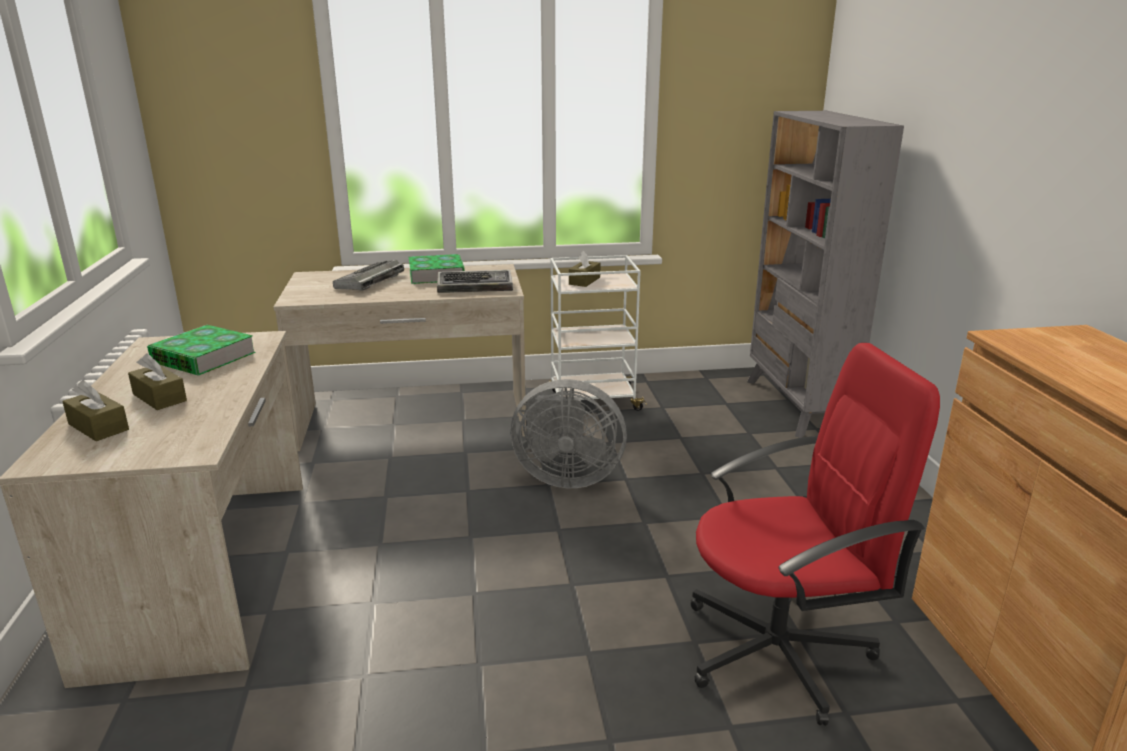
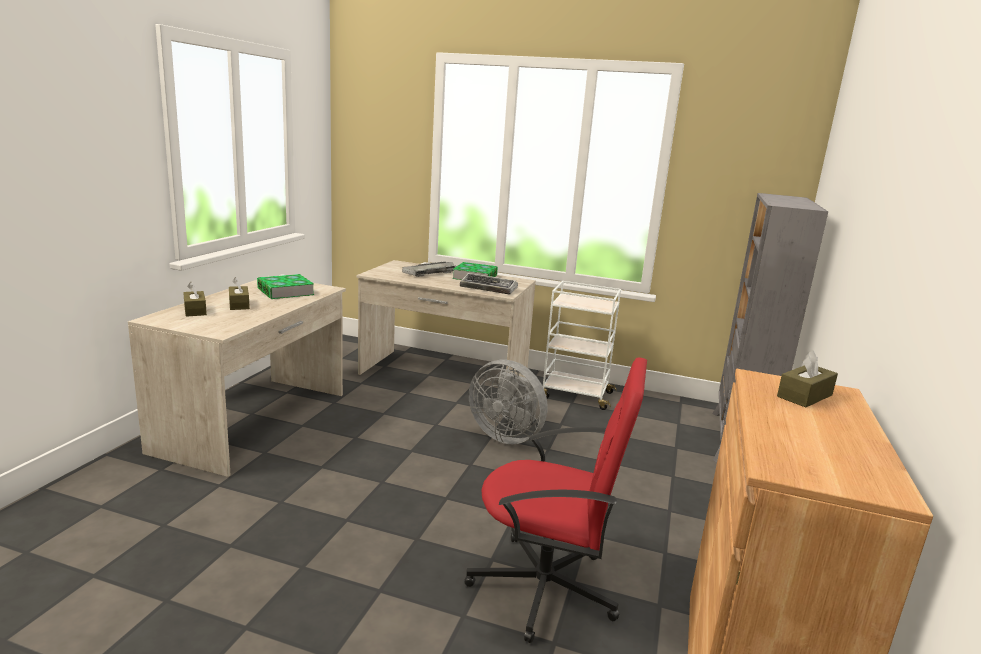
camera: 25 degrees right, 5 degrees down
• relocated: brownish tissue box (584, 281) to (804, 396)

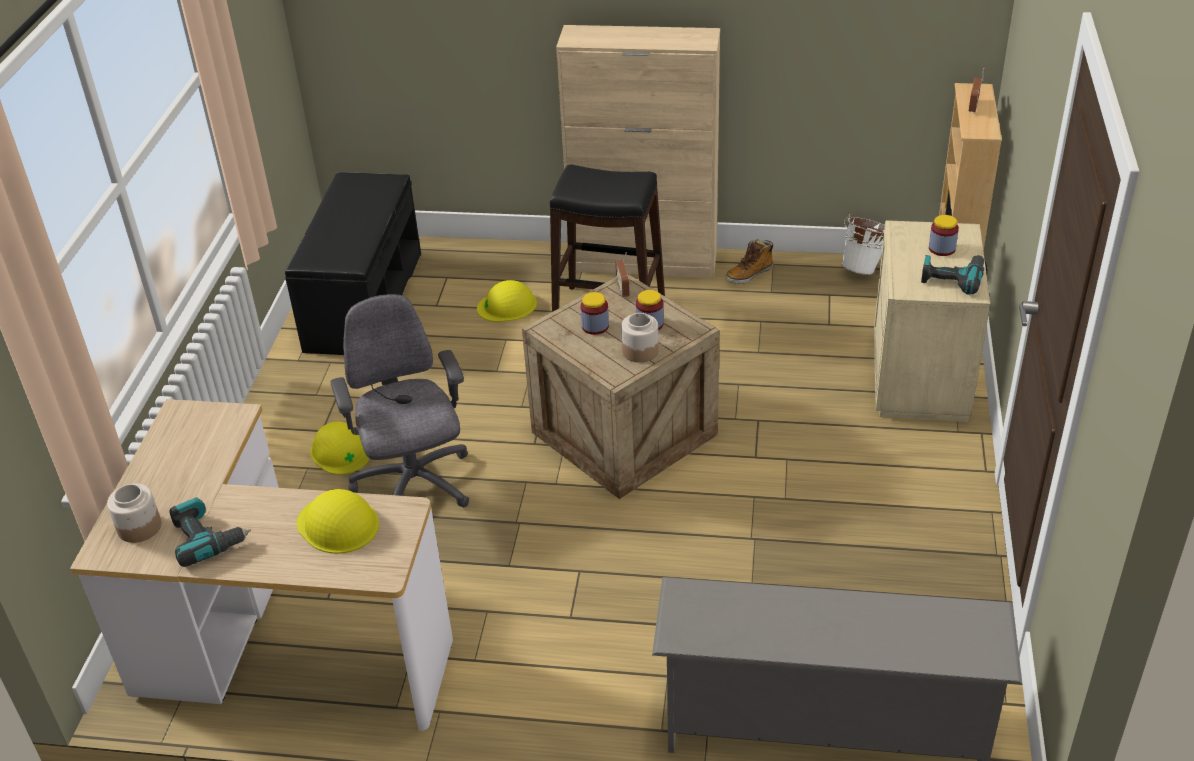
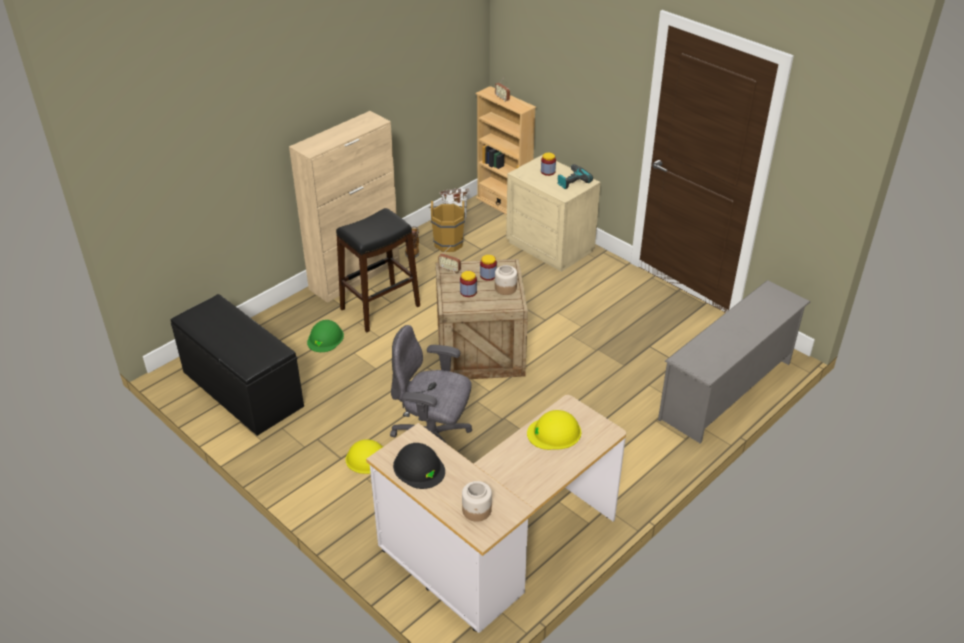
camera: 55 degrees left, 0 degrees up
• colour: yellow work helmet (507, 306) to green work helmet (325, 338)
• missing: electric drill (207, 538)
• appeared: brownish water bucket (448, 242)
• appeared: blackish work helmet (419, 467)

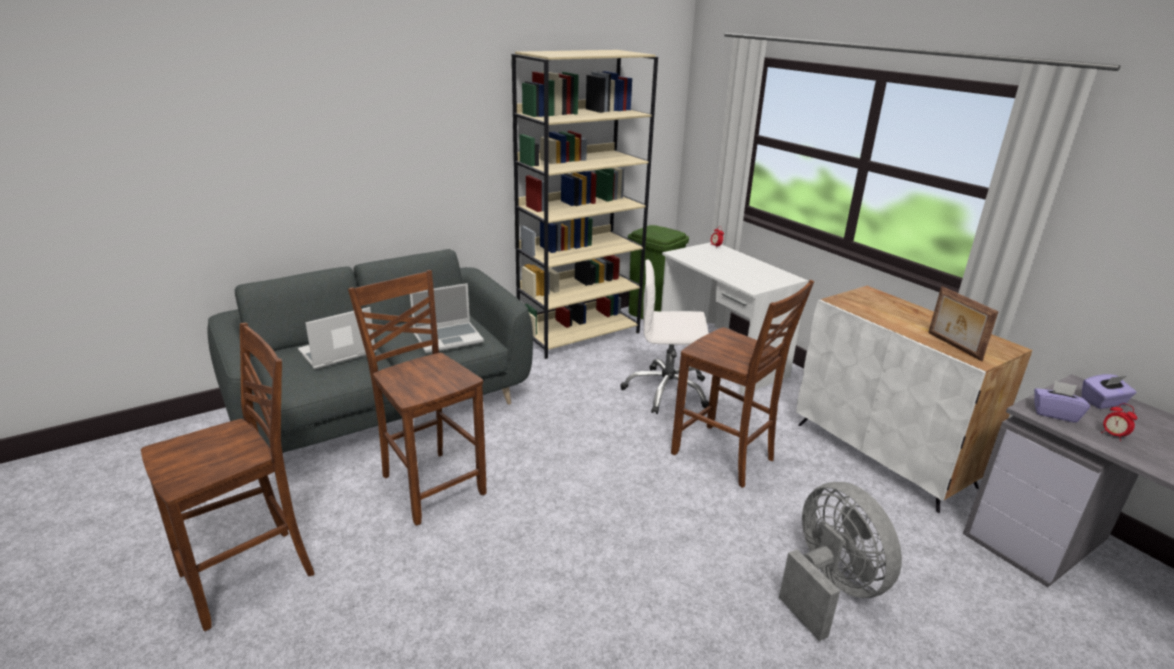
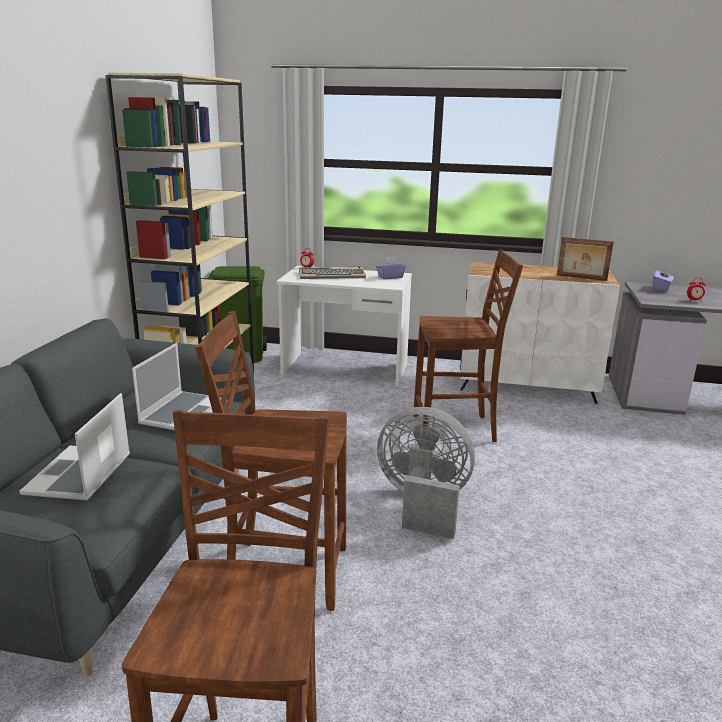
camera: 45 degrees left, 5 degrees down
• missing: whitish office chair (667, 391)
• relocated: purple tissue box (1054, 413) to (390, 277)
• relocated: grey electric fan (829, 588) to (423, 503)
• appeared: keyboard (332, 275)

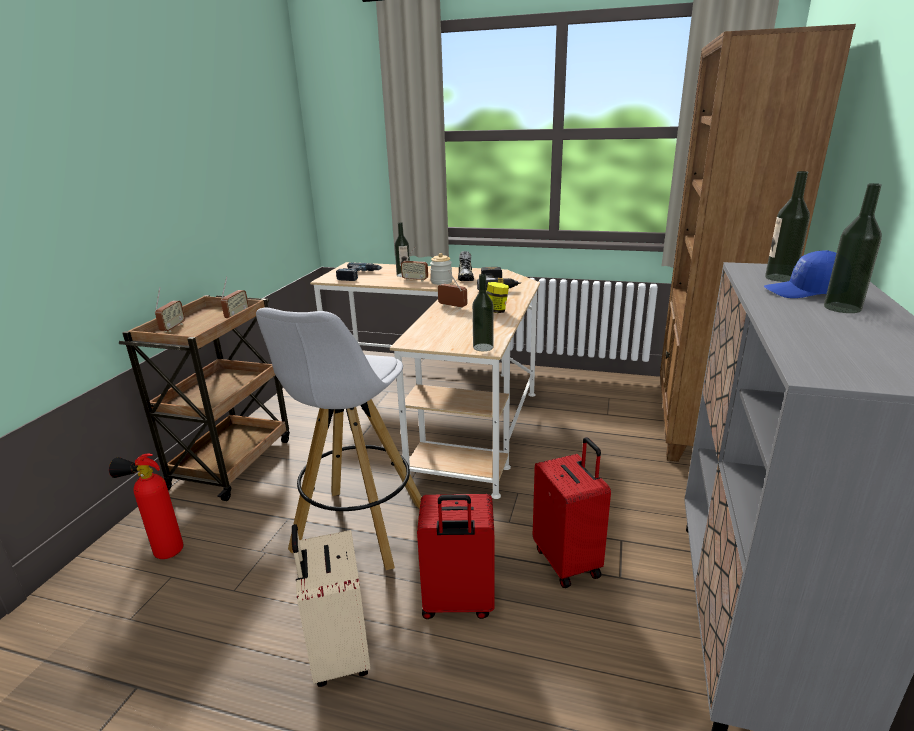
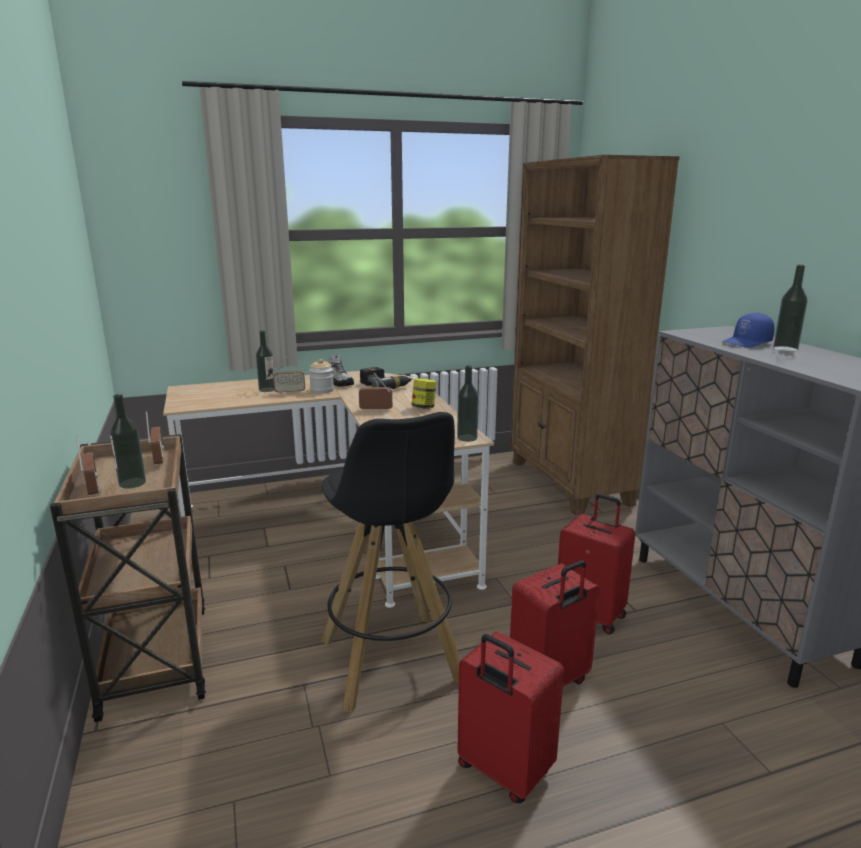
camera: 35 degrees left, 5 degrees down
• relocated: drink bottle (780, 278) to (132, 483)
• missing: electric drill (358, 275)
• colour: whitish sitting stool (359, 529) to blackish sitting stool (392, 663)
• missing: fire-fighting cylinder (163, 552)
• colour: sand-coloured travel case (338, 655) to red travel case (503, 771)

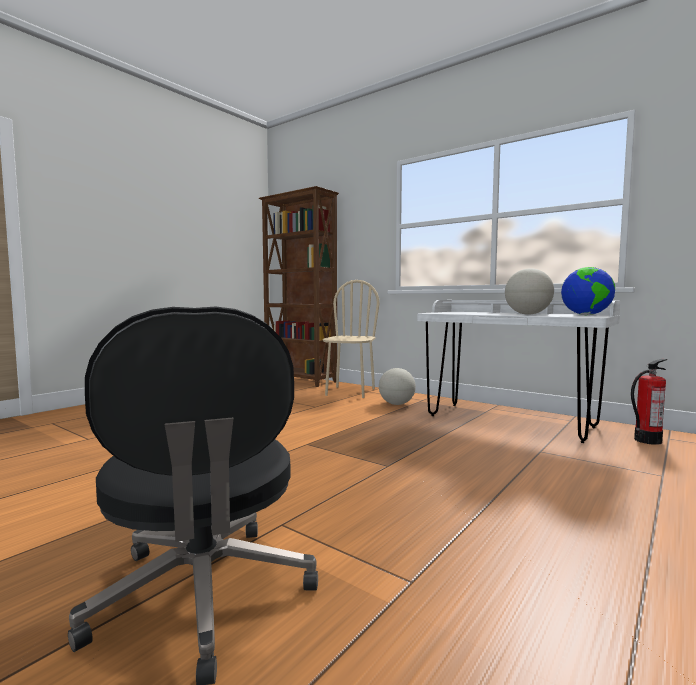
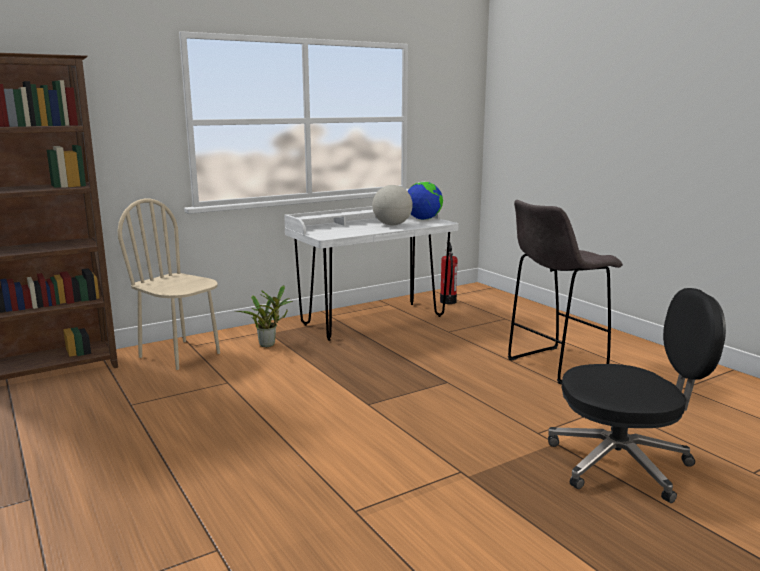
camera: 70 degrees left, 10 degrees up
• exchanged: world globe (396, 404) to houseplant (269, 344)
• appeared: grey sitting stool (554, 365)

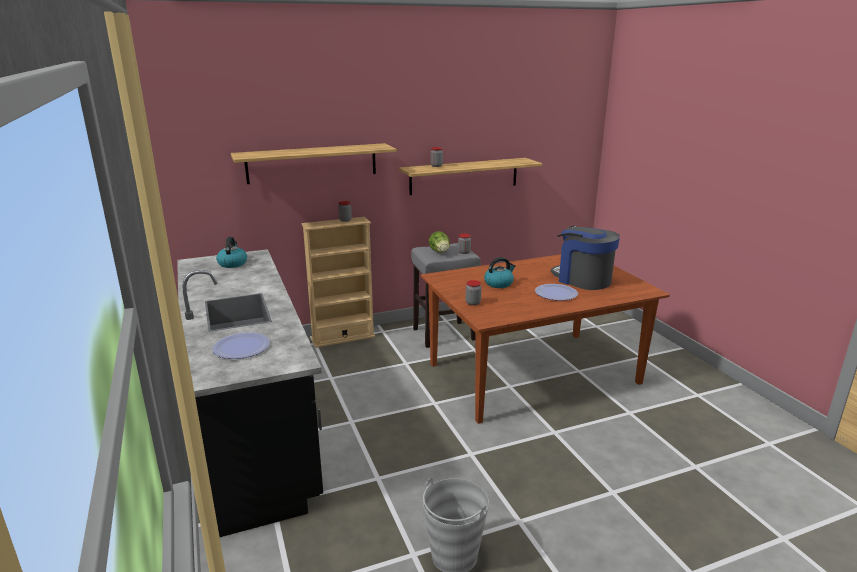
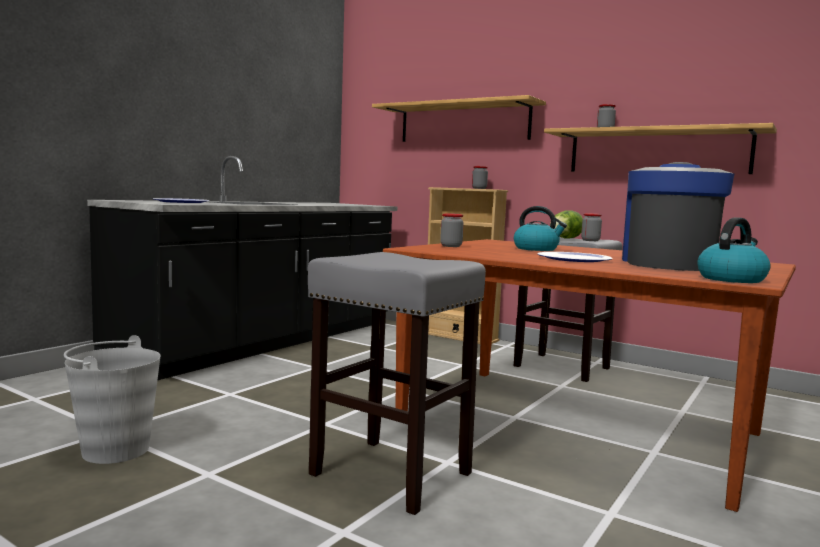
camera: 55 degrees right, 15 degrees down
• relocated: tea kettle (232, 263) to (731, 279)
• appeared: grey sitting stool (389, 473)

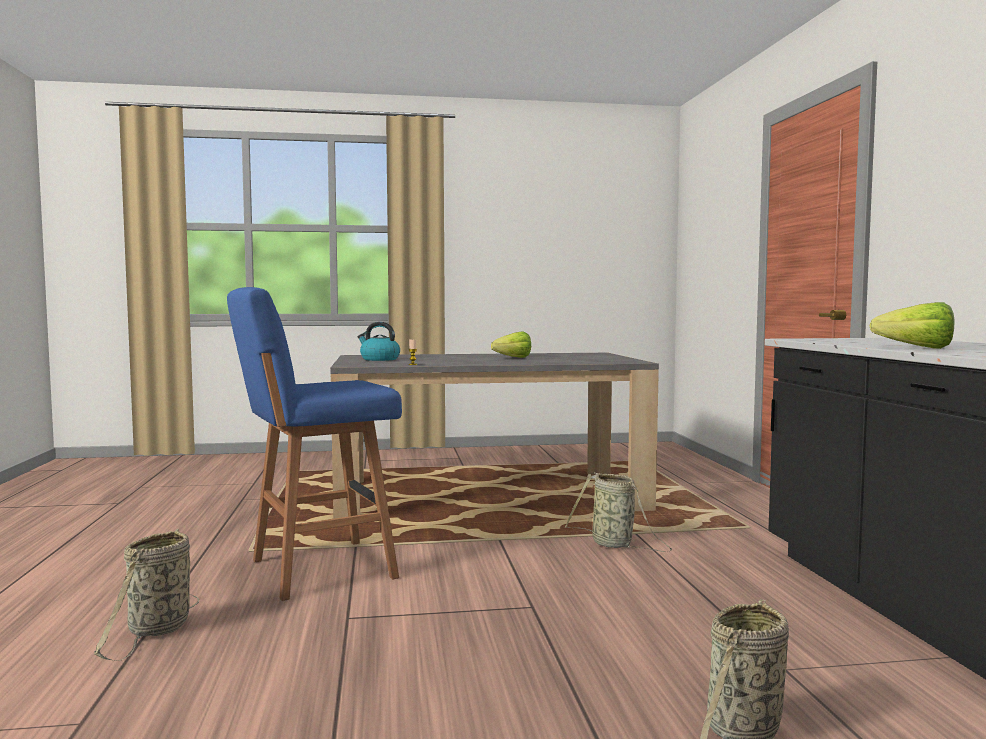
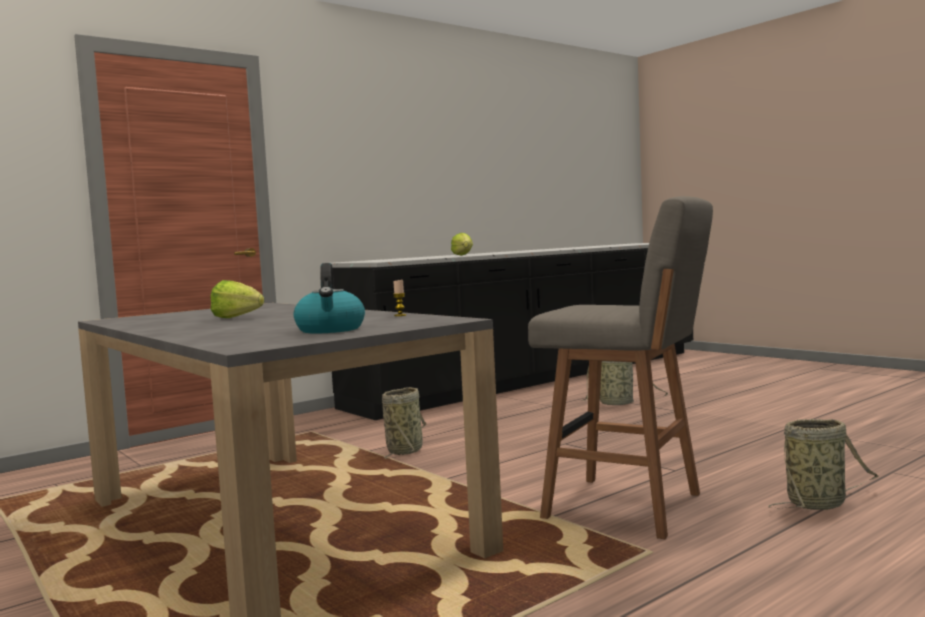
camera: 120 degrees left, 0 degrees up
• colour: blue sitting stool (317, 570) to grey sitting stool (629, 507)

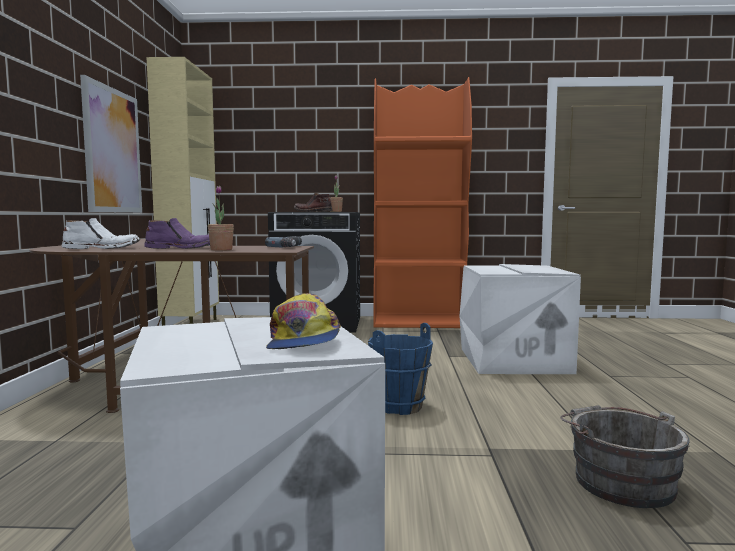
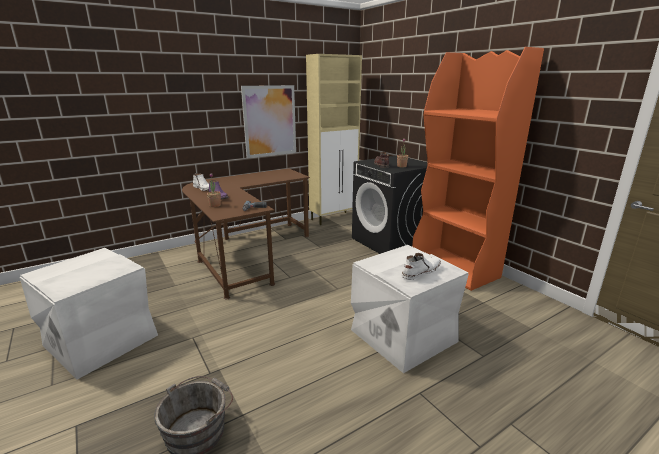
camera: 55 degrees right, 15 degrees up
• missing: peaked cap (303, 340)
• missing: blue water bucket (399, 406)
• appeared: whitish high-top boot (420, 271)

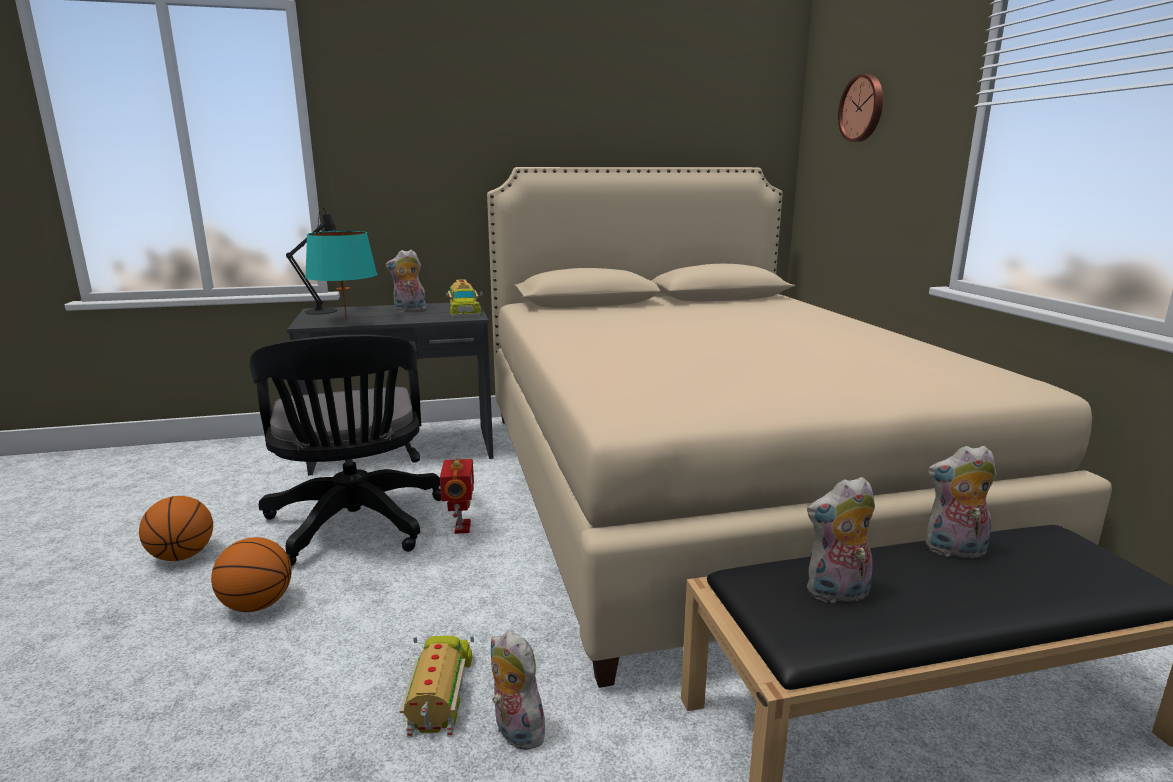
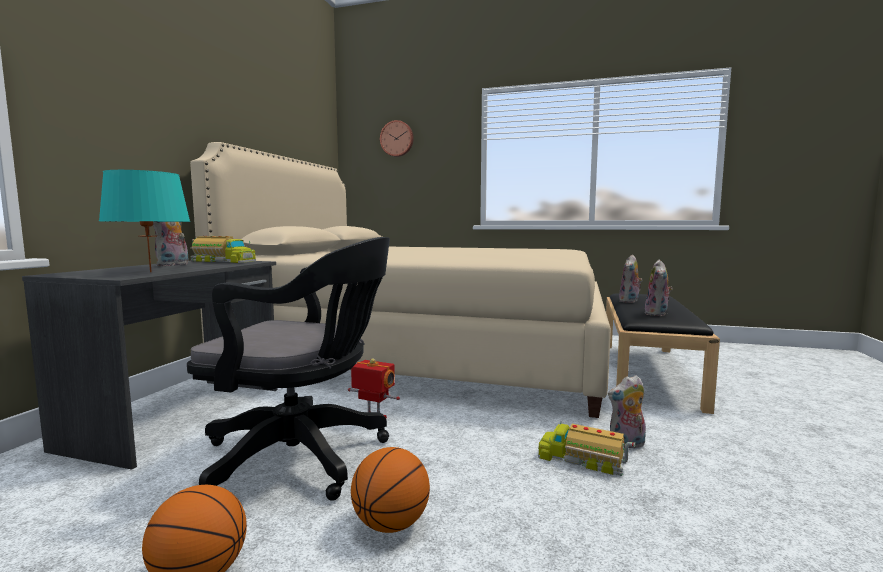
camera: 60 degrees left, 10 degrees down
• missing: blackish tabletop lamp (325, 310)

